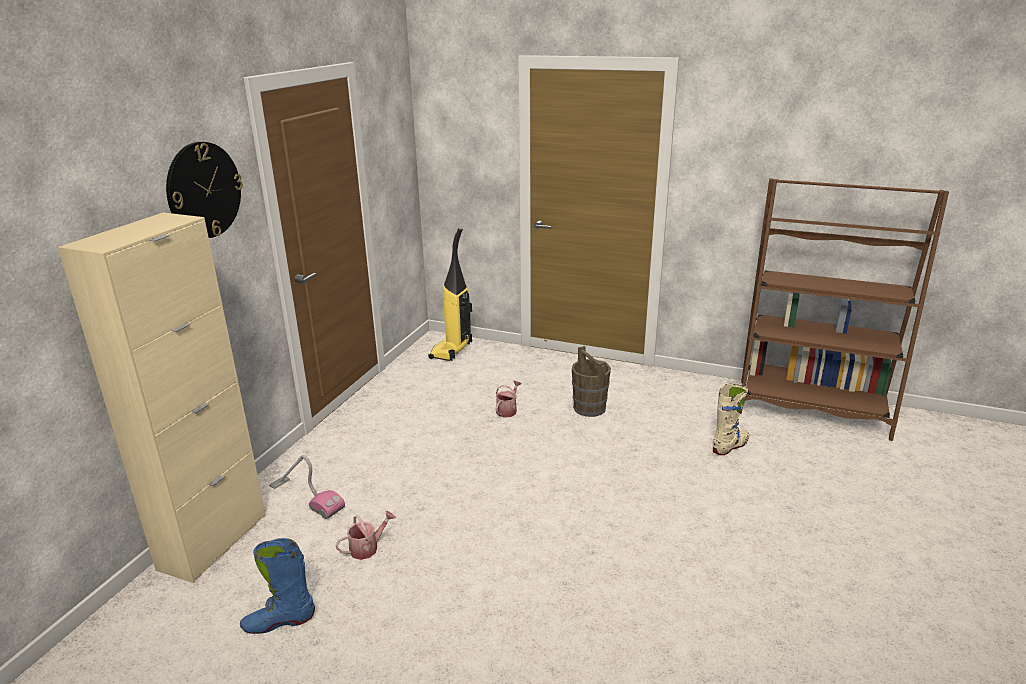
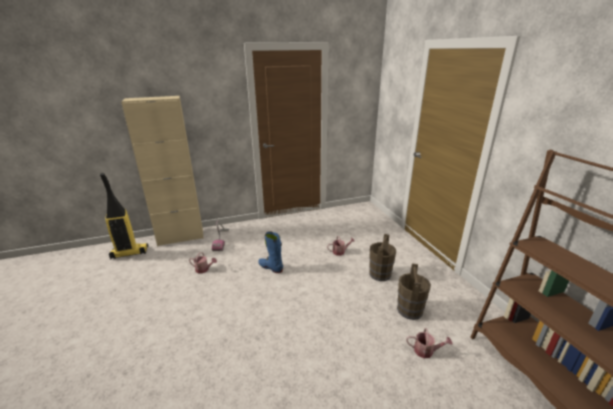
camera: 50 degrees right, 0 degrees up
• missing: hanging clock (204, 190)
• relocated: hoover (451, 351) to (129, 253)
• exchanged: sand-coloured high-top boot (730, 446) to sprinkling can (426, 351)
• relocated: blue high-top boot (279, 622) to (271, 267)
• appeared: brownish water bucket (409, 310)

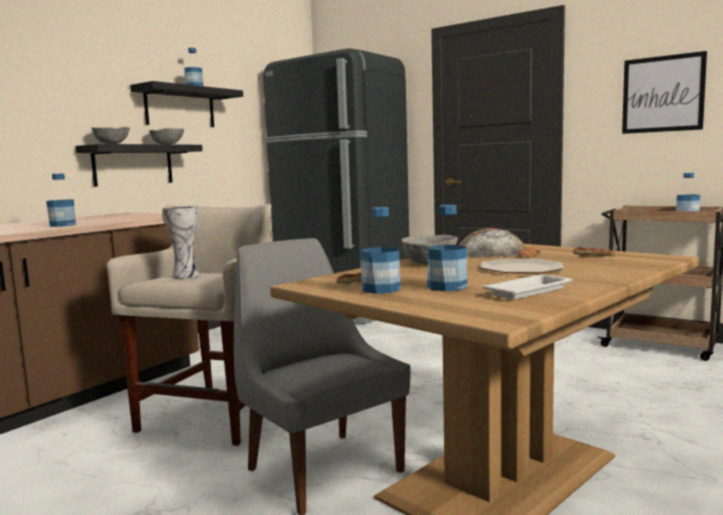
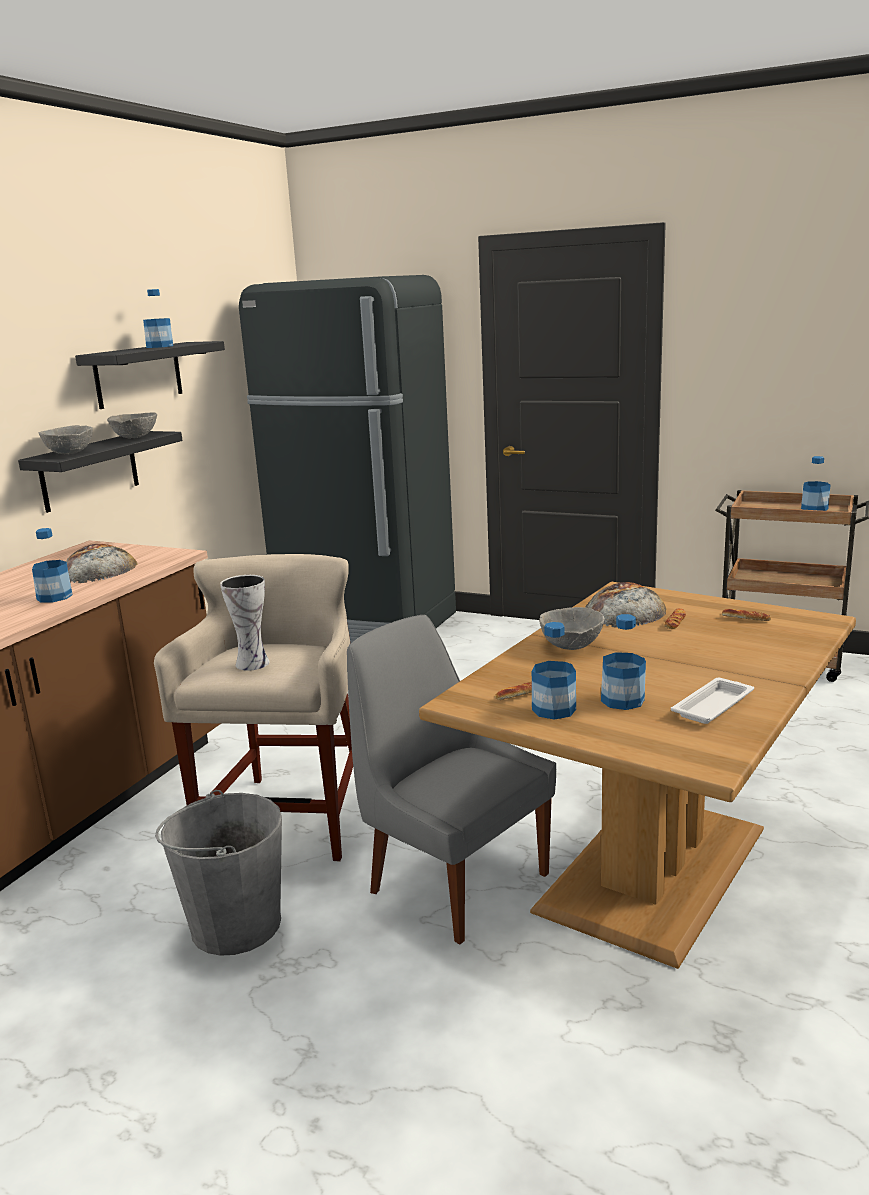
camera: 10 degrees left, 10 degrees up
• missing: wall art (662, 94)
• missing: plate (522, 269)
• appeared: baked bread (97, 570)
• appeared: grey water bucket (235, 925)

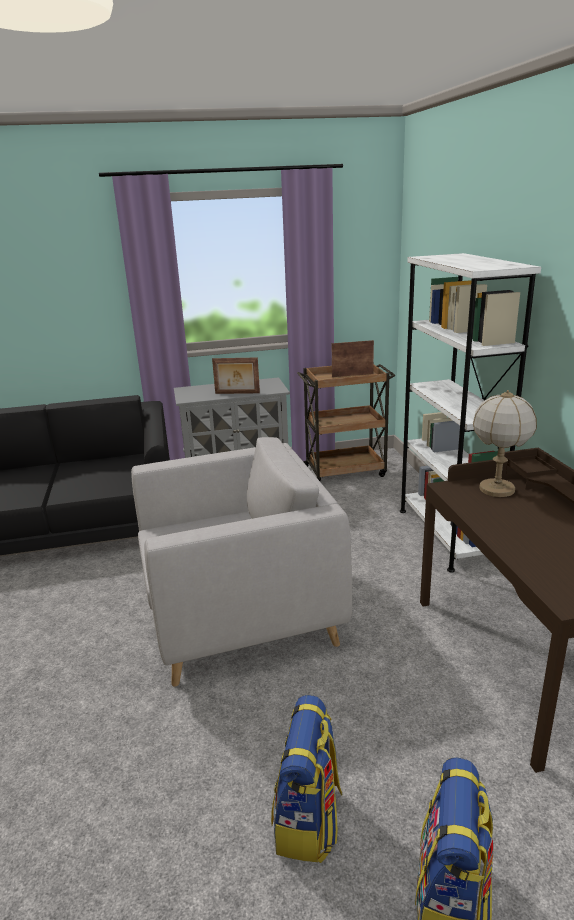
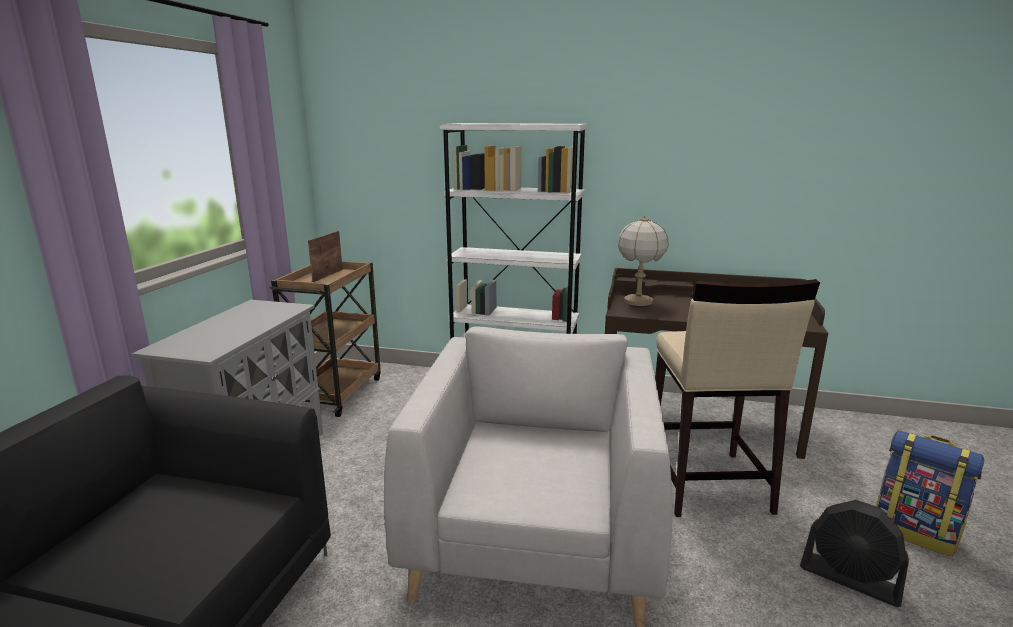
camera: 65 degrees left, 5 degrees down
• missing: picture frame (237, 393)
• exchanged: backpack (309, 820) to blackish electric fan (850, 579)
• appeared: sand-coloured sitting stool (706, 484)

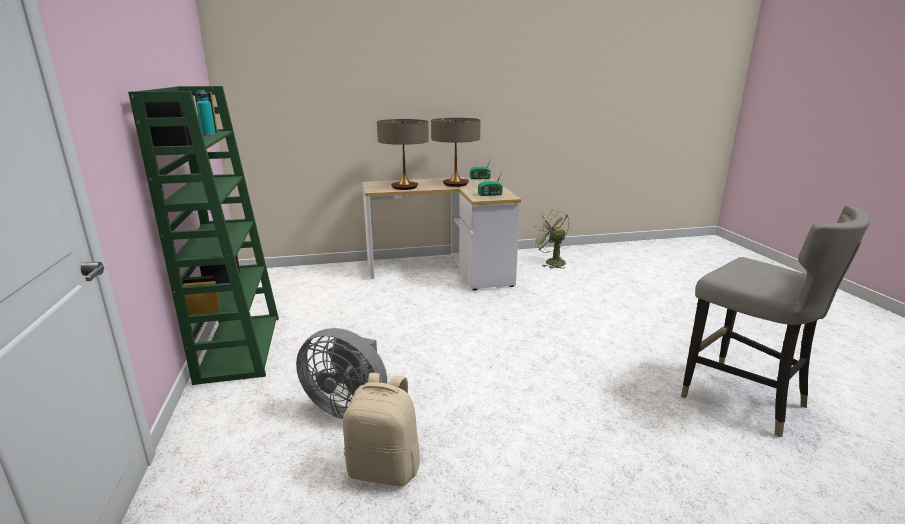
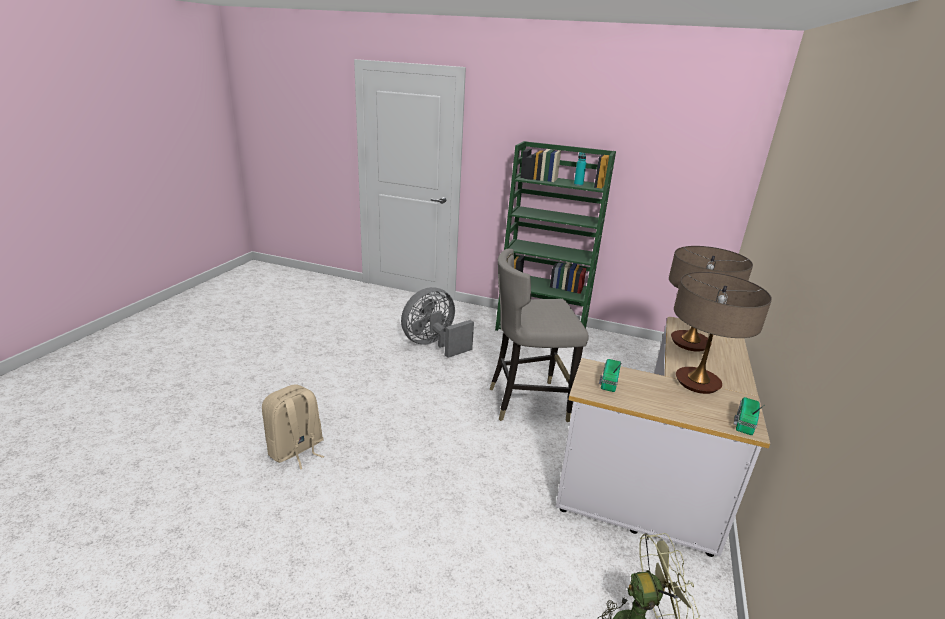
camera: 120 degrees right, 5 degrees up
• relocated: grey sitting stool (744, 400) to (527, 402)
• relocated: sand-coloured backpack (385, 469) to (296, 450)

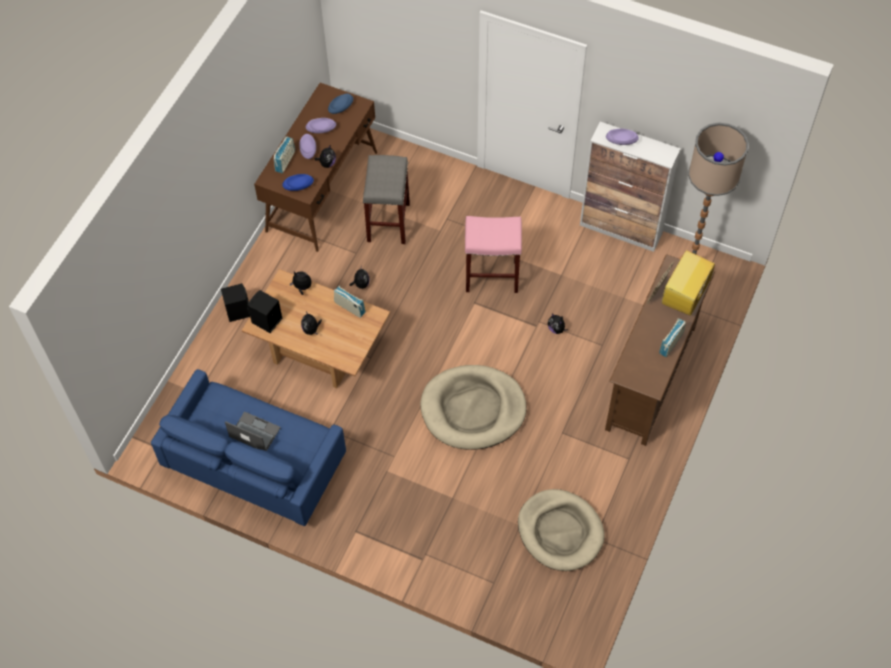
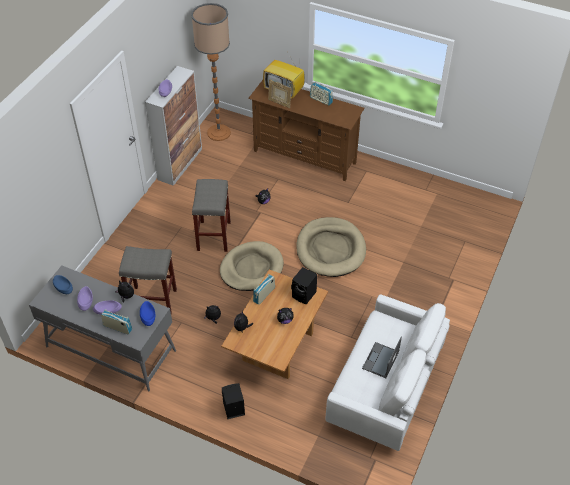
camera: 90 degrees left, 10 degrees down
• colour: brownish desk table (322, 191) to grey desk table (110, 348)
• colour: pinkish sitting stool (492, 276) to grey sitting stool (213, 235)
• relocated: blackish speaker (266, 321) to (304, 295)
• colour: blue settee (255, 464) to whitish settee (385, 388)
• relocated: sand-coloured pet bed (560, 531) to (251, 268)

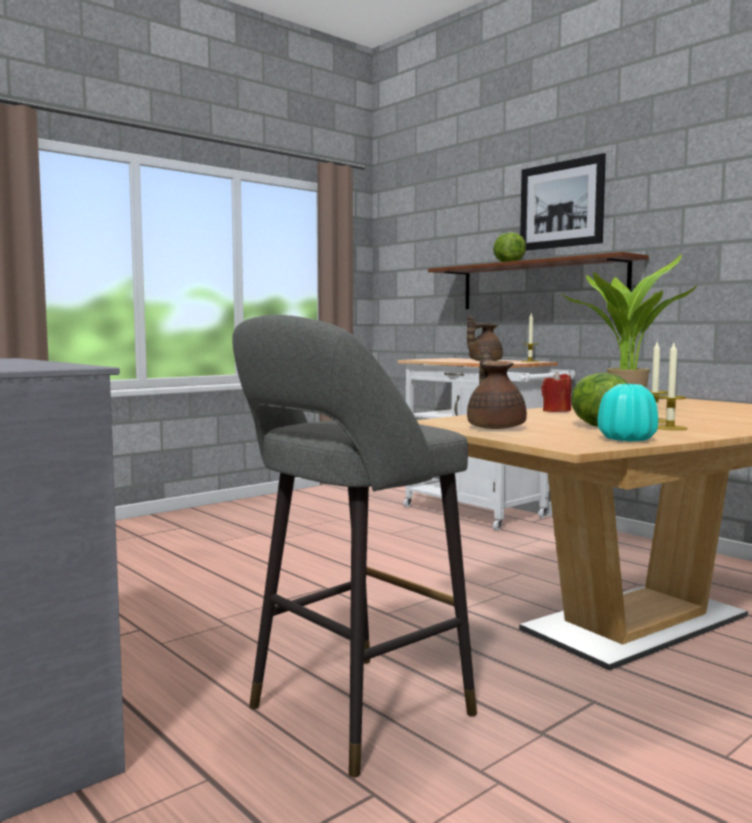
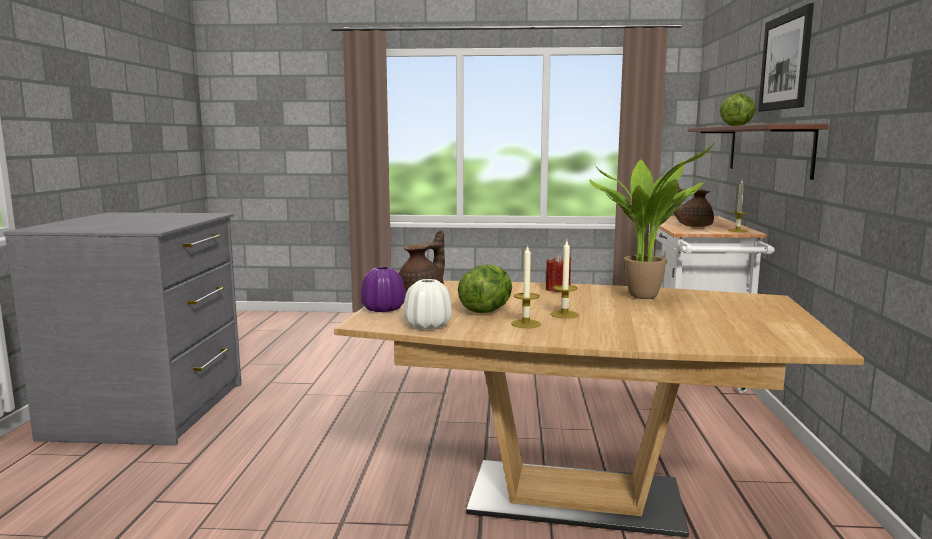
camera: 45 degrees right, 5 degrees up
• missing: grey sitting stool (351, 715)
• colour: turquoise-coloured decorative vase (627, 439) to whitish decorative vase (428, 325)
• appeared: purple decorative vase (383, 309)

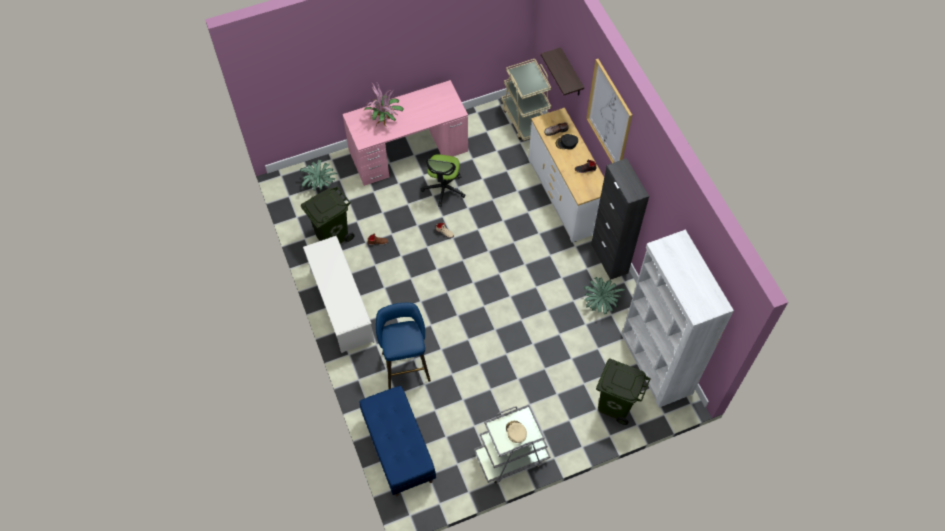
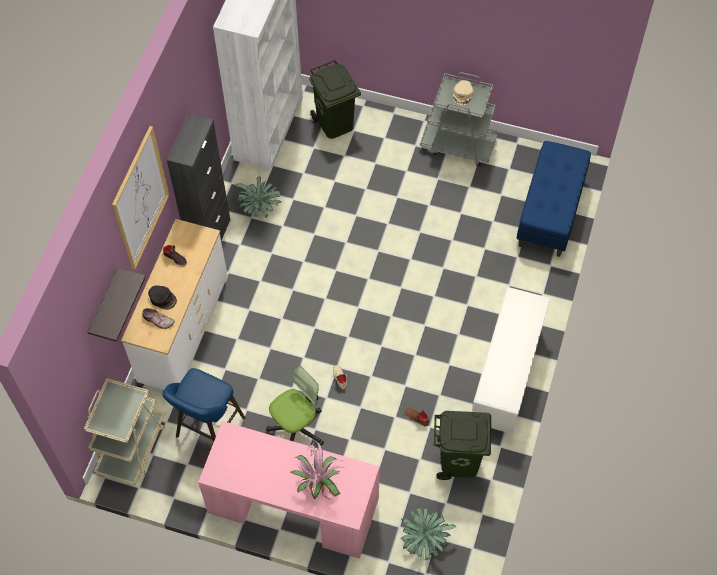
camera: 140 degrees left, 0 degrees up
• relocated: blue sitting stool (405, 364) to (208, 430)

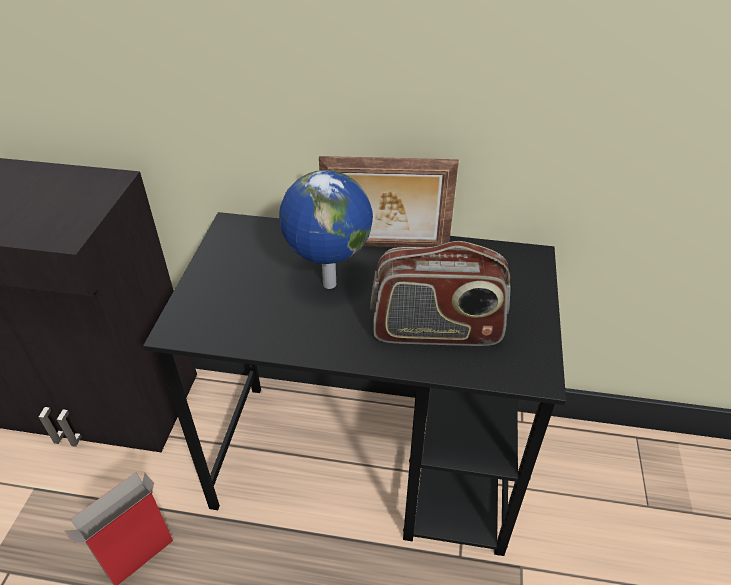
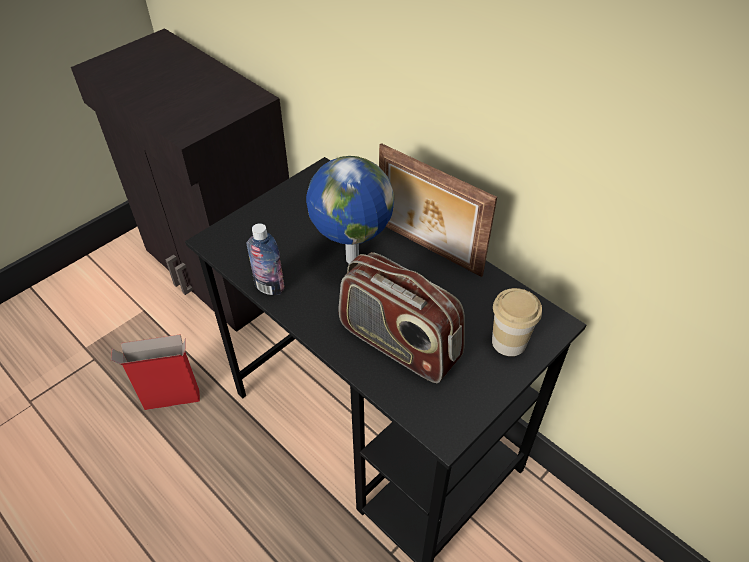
camera: 35 degrees right, 5 degrees up
• appeared: drink bottle (269, 287)
• appeared: cup (509, 342)

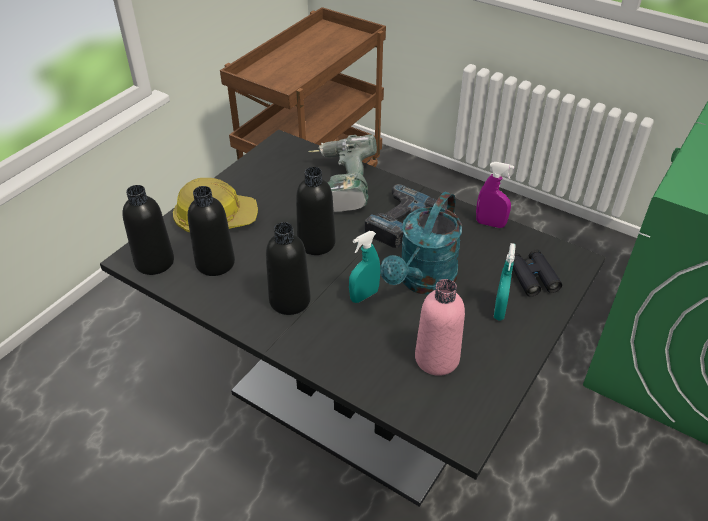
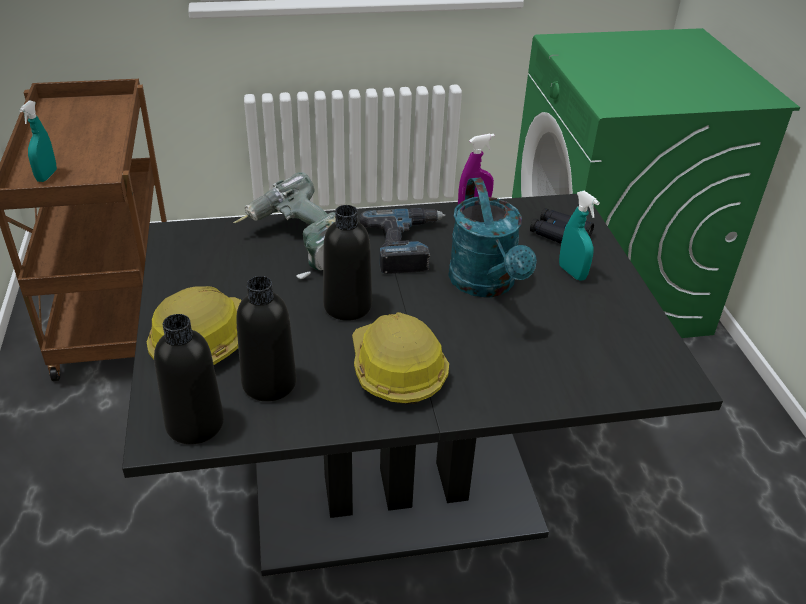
camera: 45 degrees left, 5 degrees down
• exchanged: blackish drink bottle (290, 300) to work helmet (396, 370)
• relocated: turquoise-coloured hand sprayer (364, 295) to (47, 176)
• missing: pinkish drink bottle (437, 358)

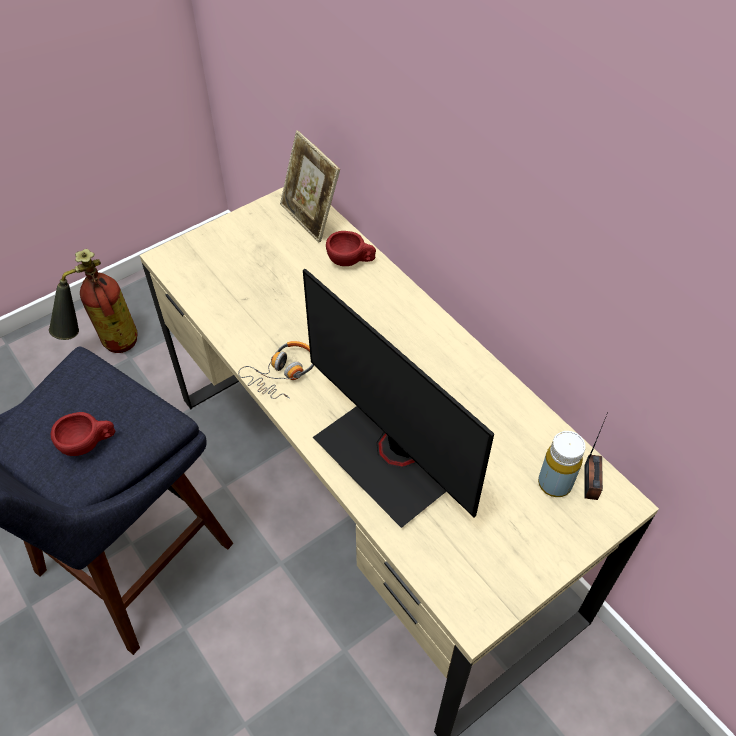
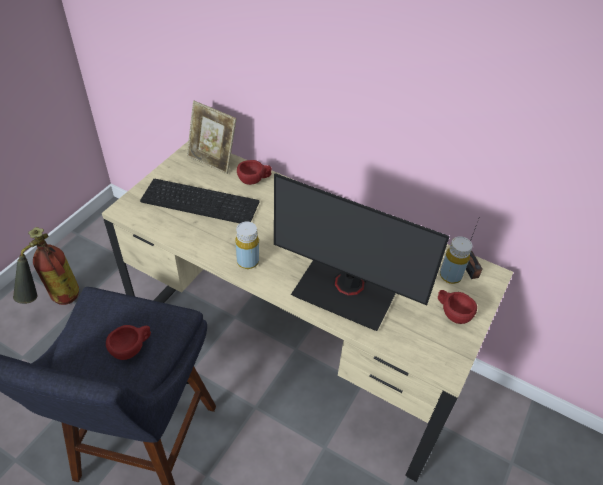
camera: 25 degrees left, 5 degrees down
• exchanged: headphones (283, 374) to yellow drink bottle (248, 261)
• appeared: keyboard (202, 200)
• appeared: red cup (452, 313)

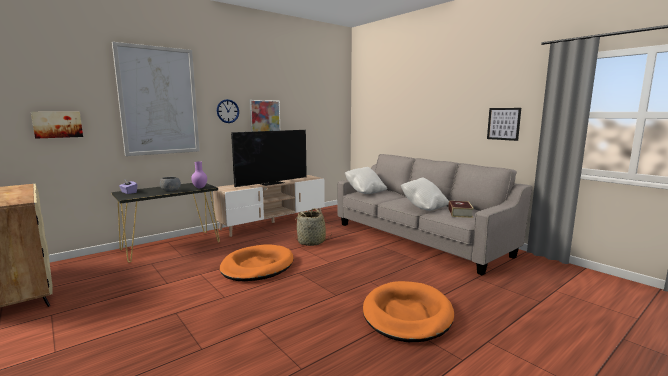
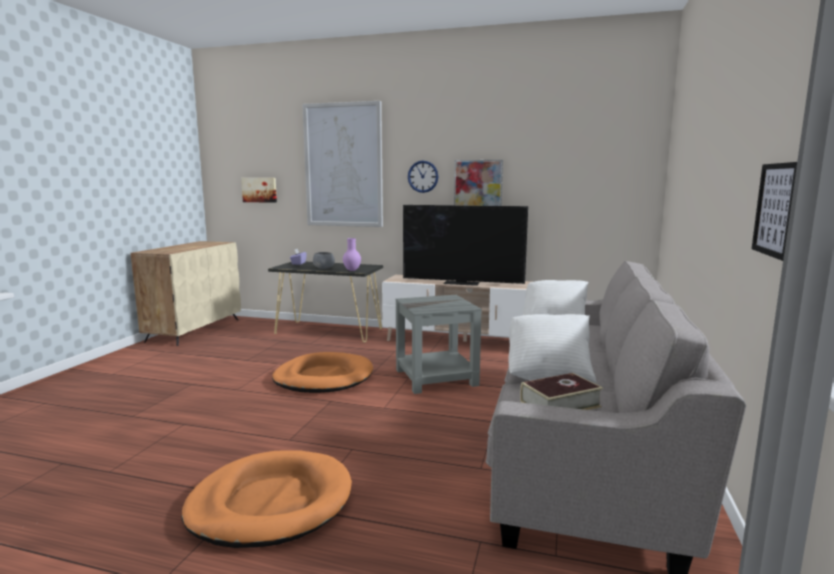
camera: 55 degrees right, 0 degrees up
• exchanged: basket (311, 242) to grey end table (435, 378)

